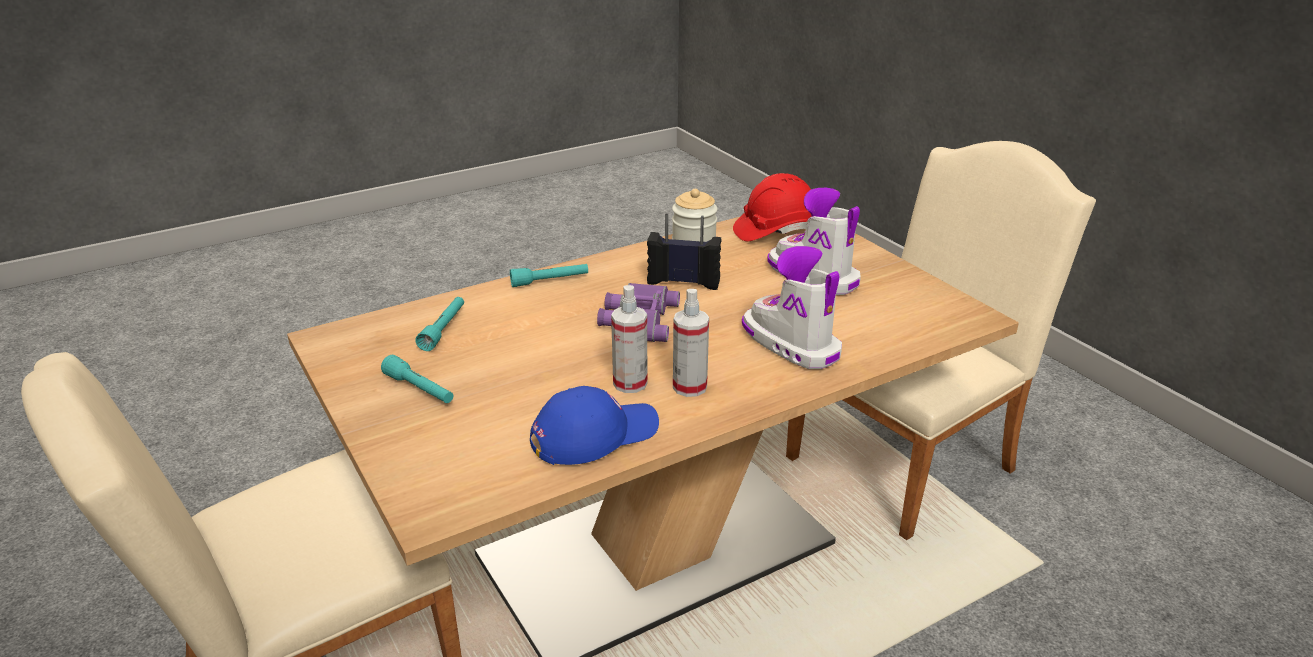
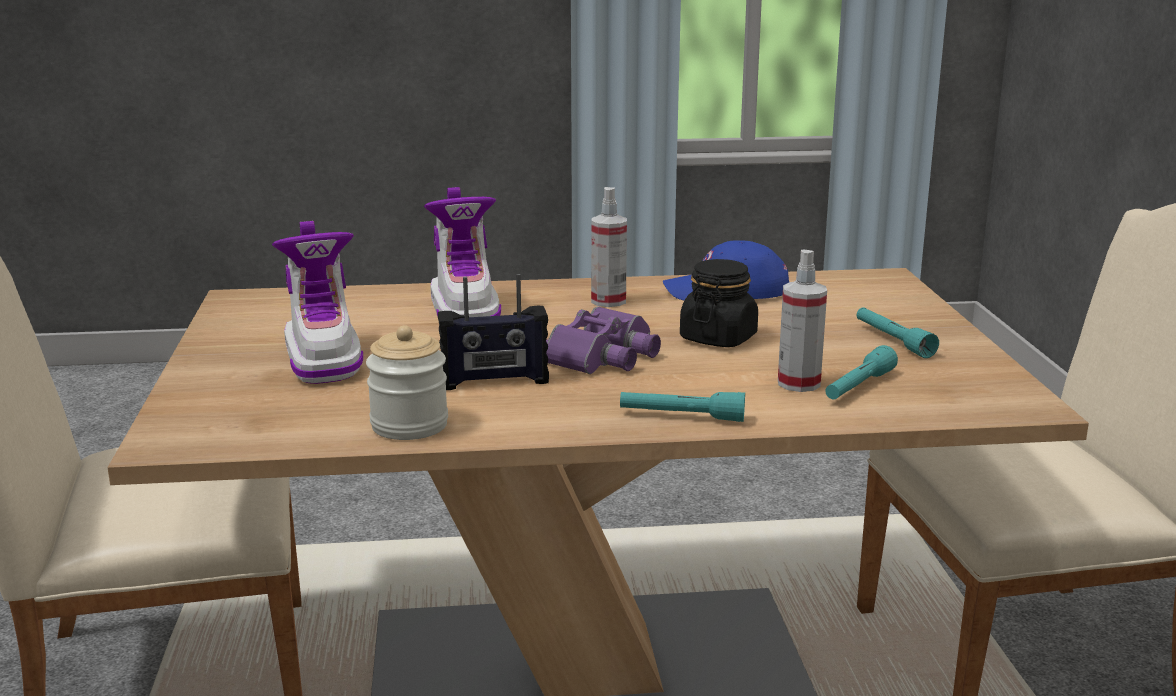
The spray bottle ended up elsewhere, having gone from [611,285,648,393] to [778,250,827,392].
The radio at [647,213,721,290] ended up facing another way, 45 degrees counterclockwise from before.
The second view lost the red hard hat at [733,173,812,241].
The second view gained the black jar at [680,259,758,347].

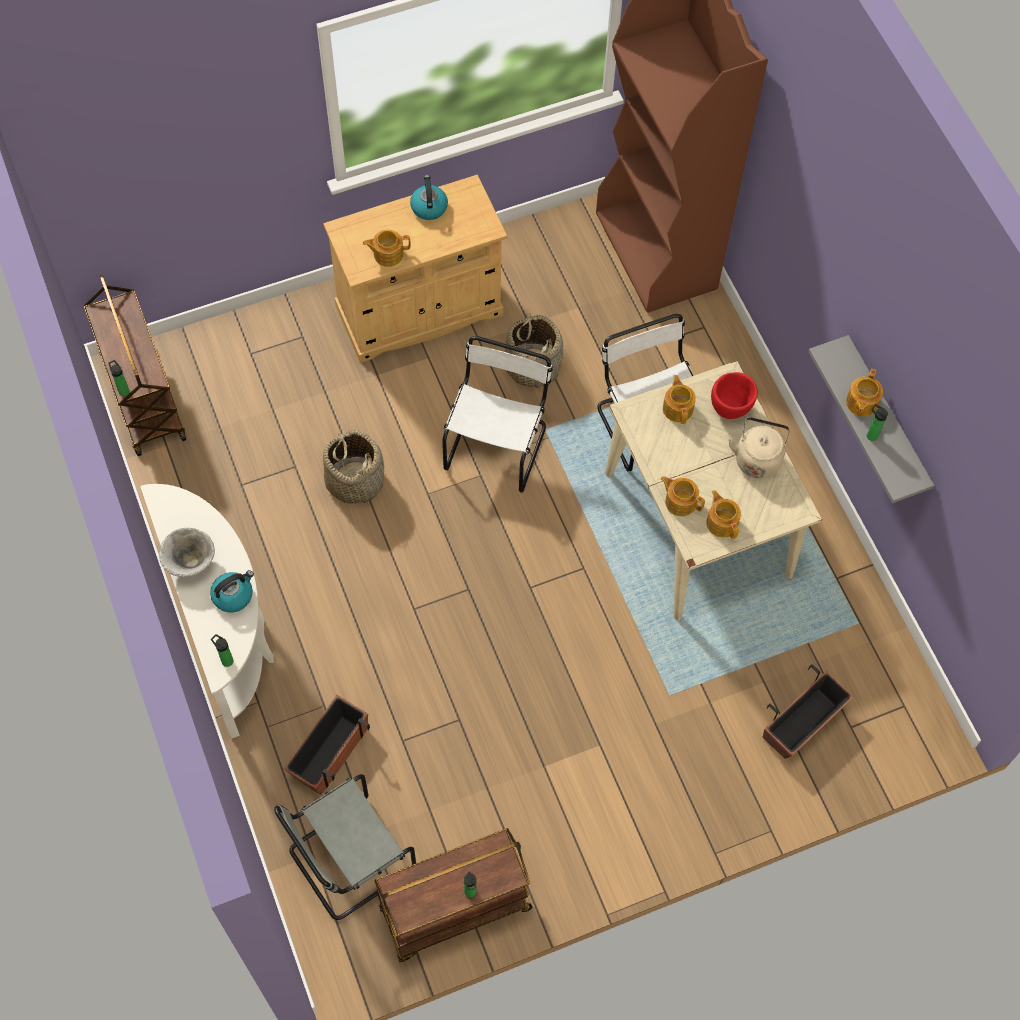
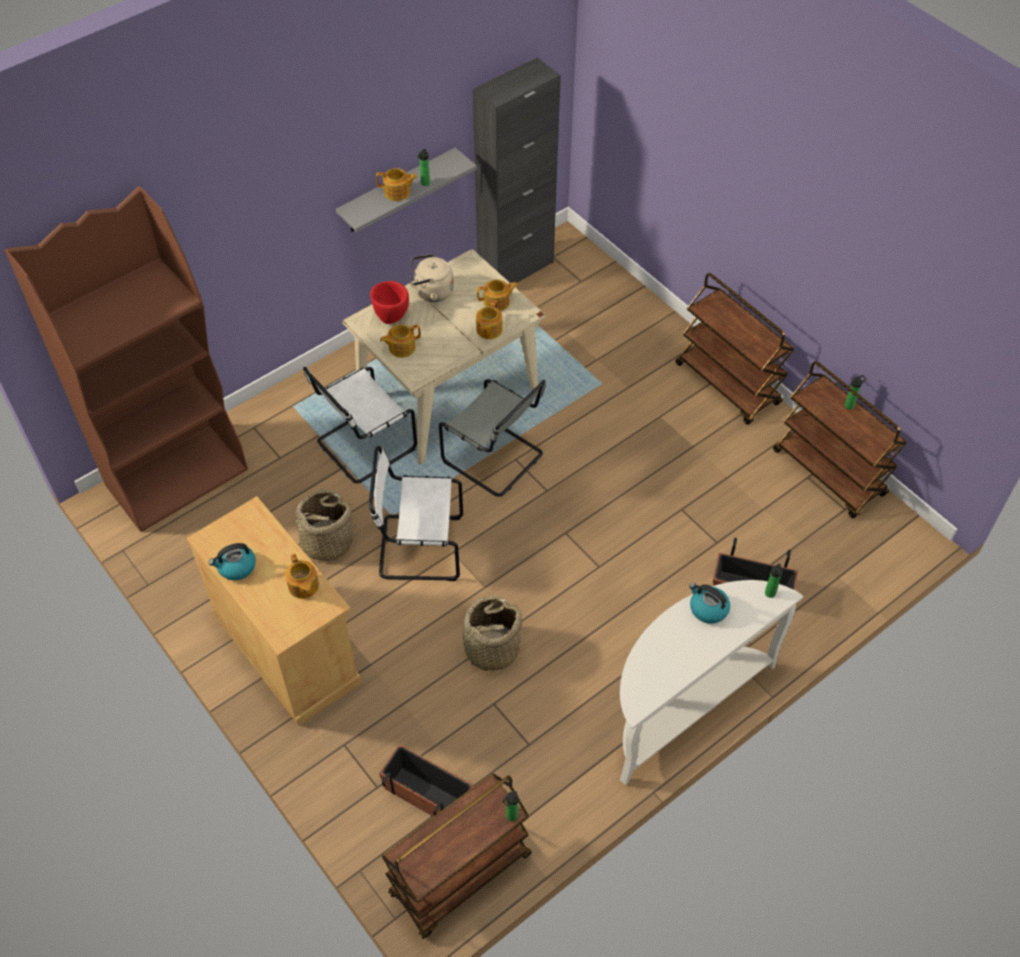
The second view lost the bowl at [159,528,215,577].
The grey chair ended up elsewhere, having gone from [274,774,416,920] to [439,379,546,497].
The teapot at [706,490,741,539] ended up facing another way, 150 degrees counterclockwise from before.
The planter ended up elsewhere, having gone from [763,664,854,759] to [379,744,474,817].
The second view gained the black cabinet at [473,58,561,283].
The second view gained the brown cart at [676,273,794,425].

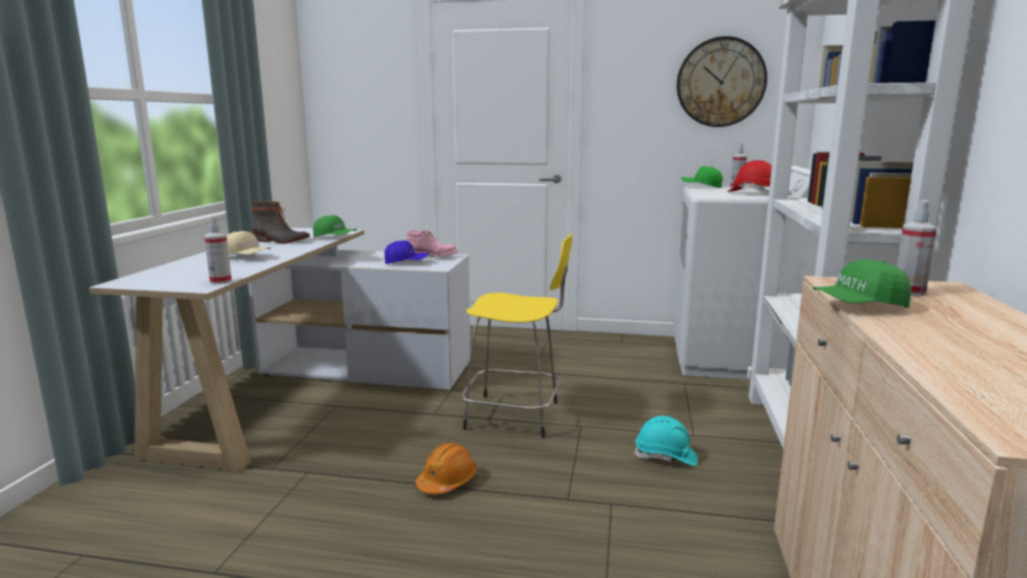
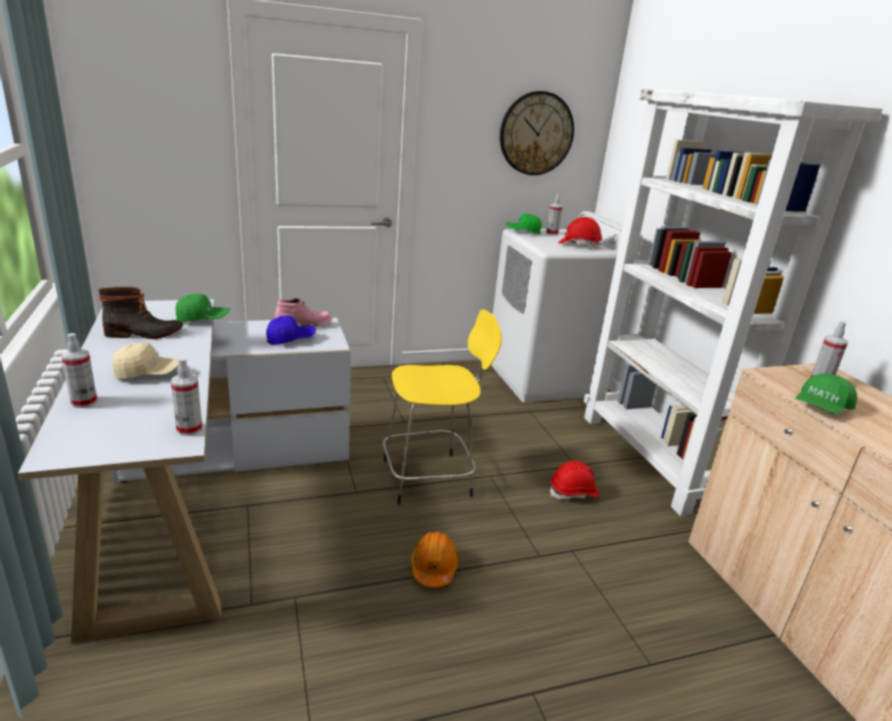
What was the turquoise hard hat at [634,416,698,466] turned into the red hard hat at [550,461,600,499].
The second view gained the spray bottle at [61,333,97,408].

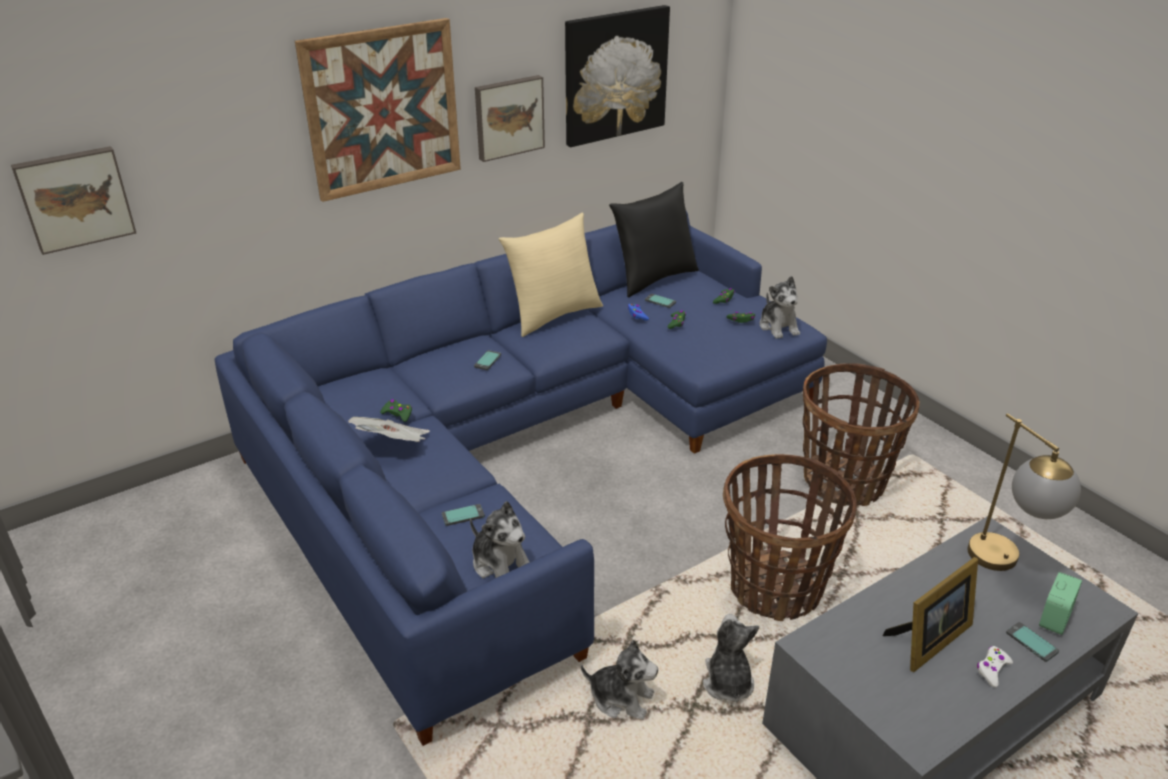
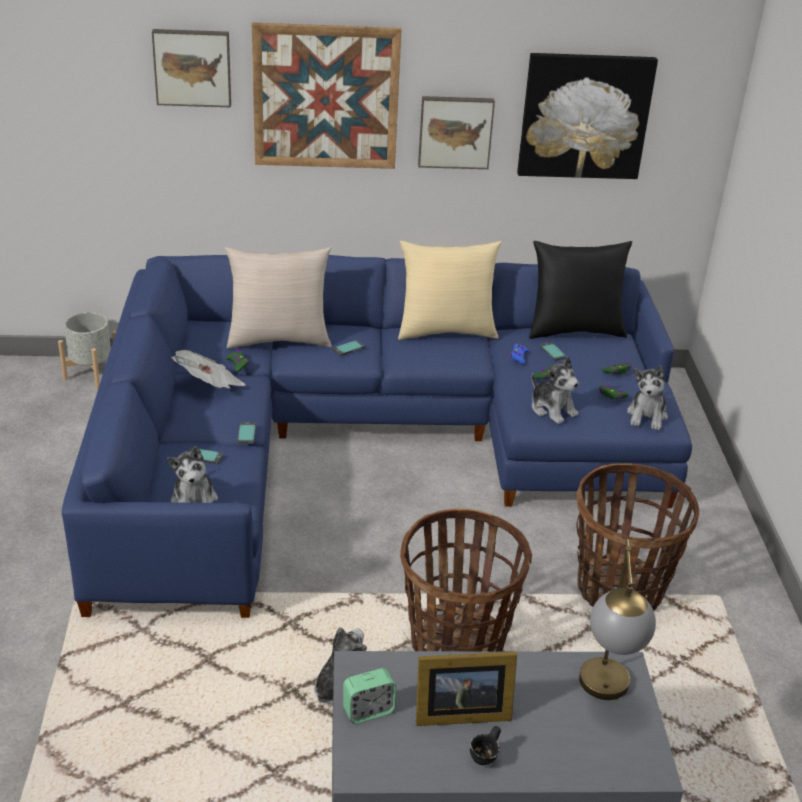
The picture ended up elsewhere, having gone from [11,146,136,255] to [152,29,231,107].
The plush toy ended up elsewhere, having gone from [581,640,658,720] to [532,357,579,424].
Where the white game controller stood at [977,646,1013,687], the black mug came to stand at [470,726,501,765].
The phone ended up elsewhere, having gone from [1006,622,1059,662] to [237,422,256,444].
The alarm clock ended up elsewhere, having gone from [1039,572,1082,635] to [343,668,396,724].
The second view gained the grey planter at [58,312,116,389].
The second view gained the beige pillow at [225,247,332,348].

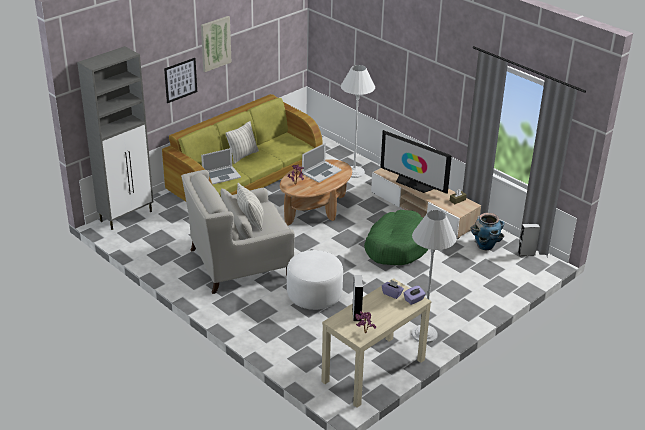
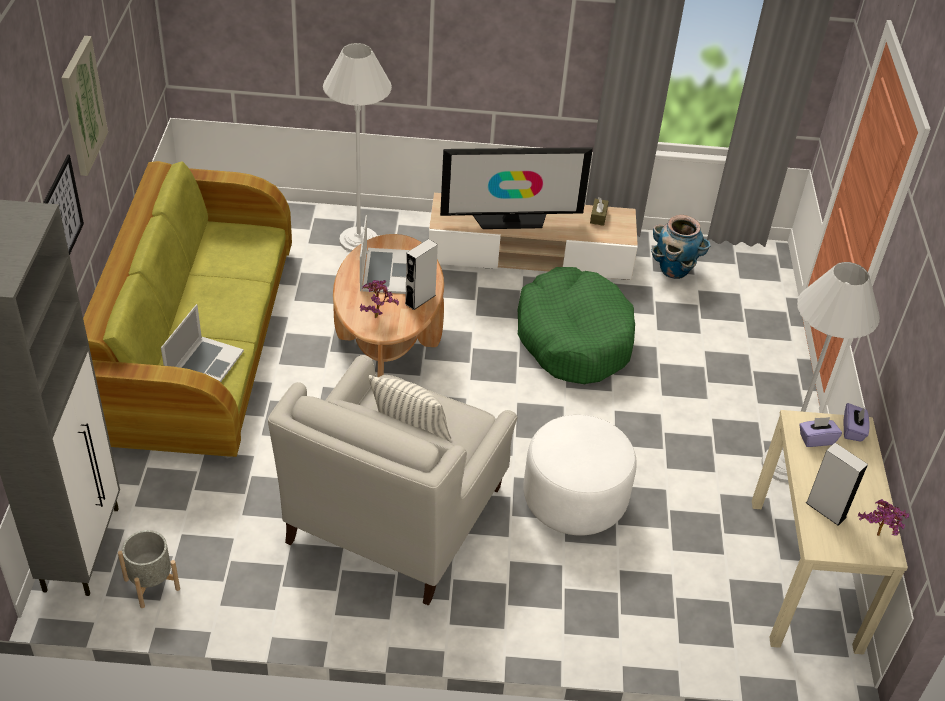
The second view lost the pillow at [226,121,259,164].
The grey speaker ended up elsewhere, having gone from [518,224,540,256] to [405,239,438,310].
The second view gained the grey planter at [118,530,180,608].

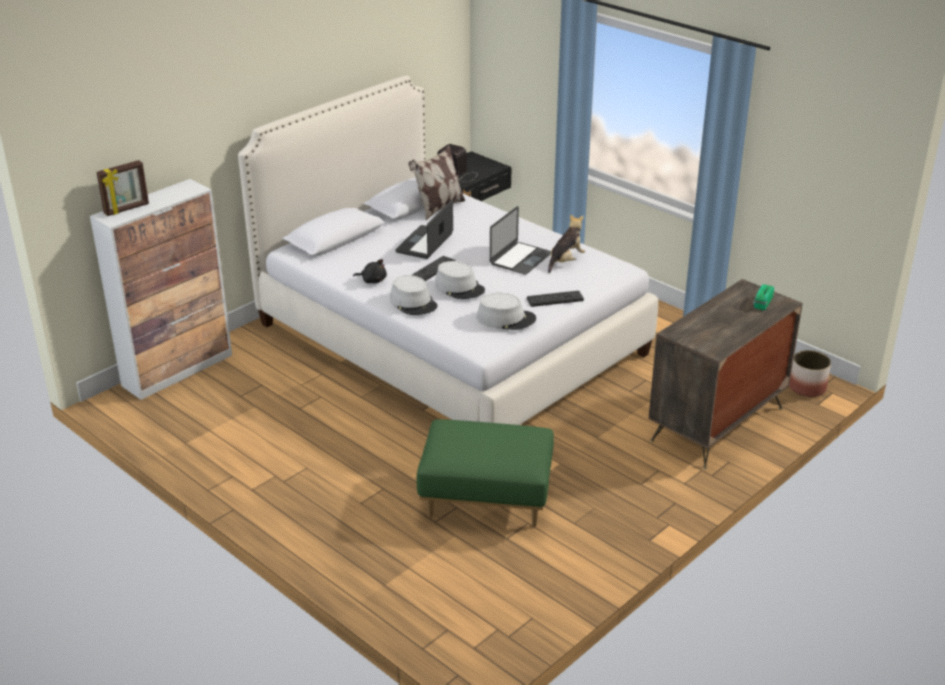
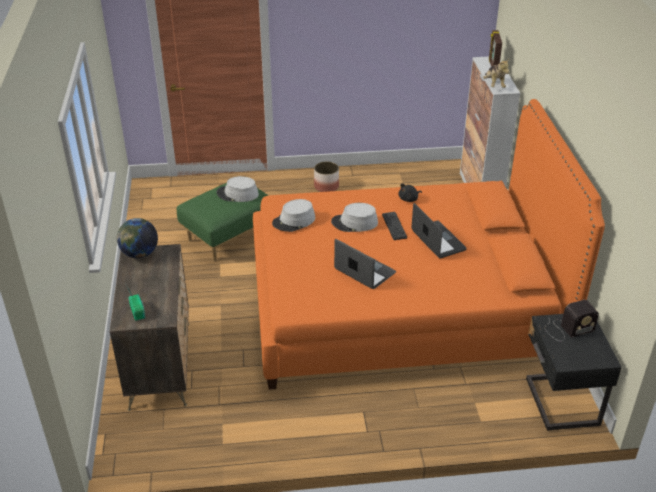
What was the white bed at [238,75,658,425] turned into the orange bed at [253,99,605,390].
The grey hat ended up elsewhere, having gone from [390,275,438,315] to [217,176,259,202].
The second view lost the pillow at [408,146,465,221].
The laptop at [490,206,551,275] ended up facing another way, 150 degrees clockwise from before.
The second view lost the keyboard at [527,291,584,307].
The plush toy ended up elsewhere, having gone from [548,214,585,273] to [483,59,509,88].
The planter ended up elsewhere, having gone from [789,350,831,397] to [314,161,339,192].
The second view gained the globe at [117,218,158,258].

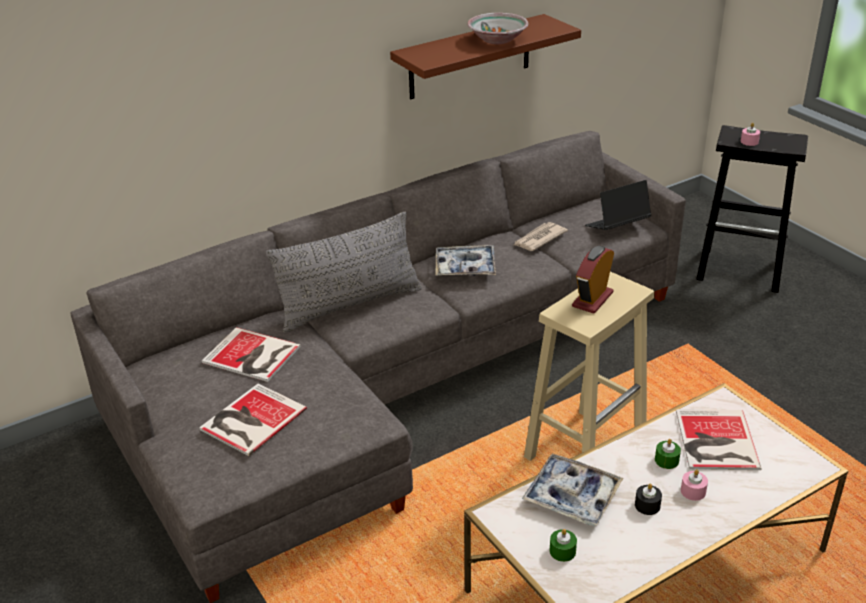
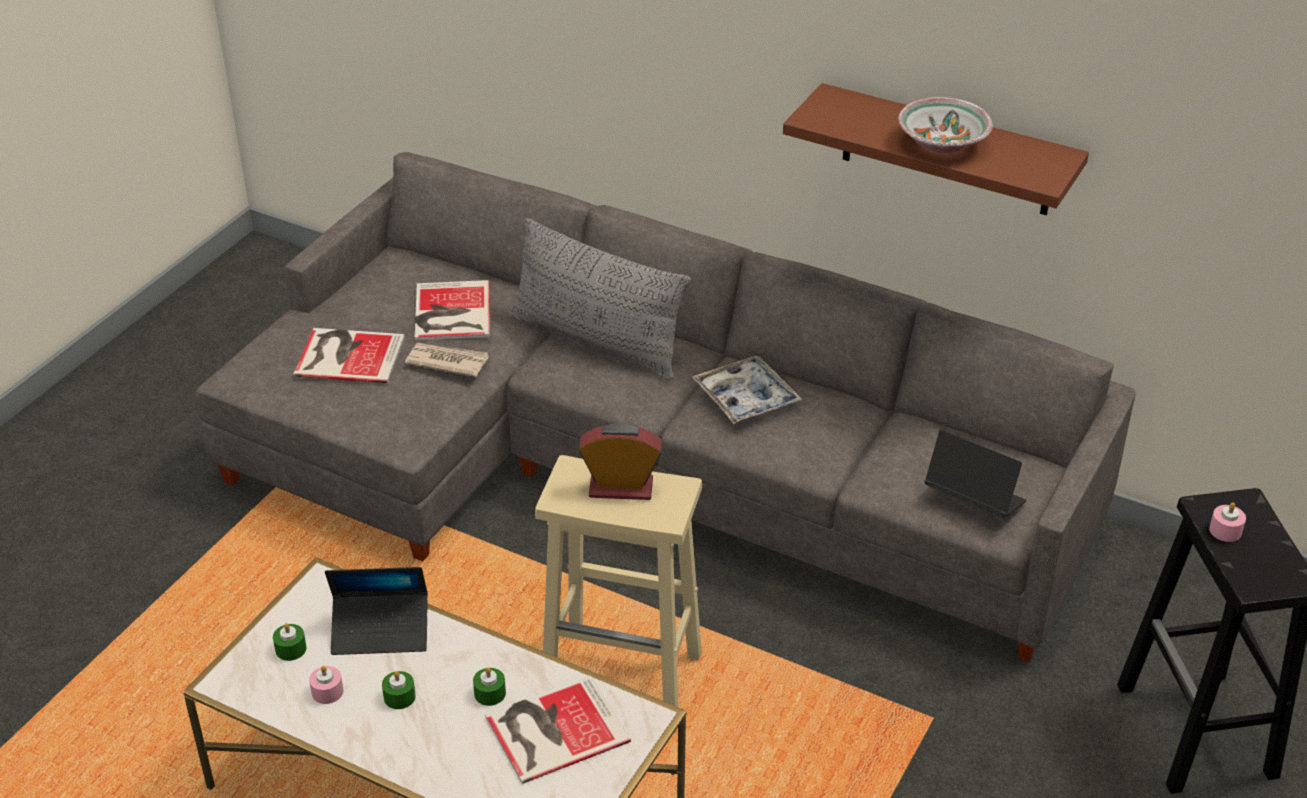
The newspaper ended up elsewhere, having gone from [514,222,568,251] to [405,343,489,377].
Where the tray stood at [522,454,623,526], the laptop came to stand at [325,567,428,655].
What was the black candle at [635,484,662,515] turned into the green candle at [382,671,416,709].
The pink candle ended up elsewhere, having gone from [681,470,708,501] to [309,666,343,704].

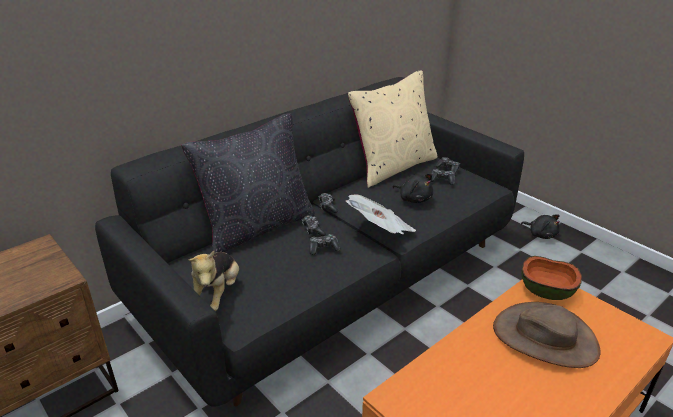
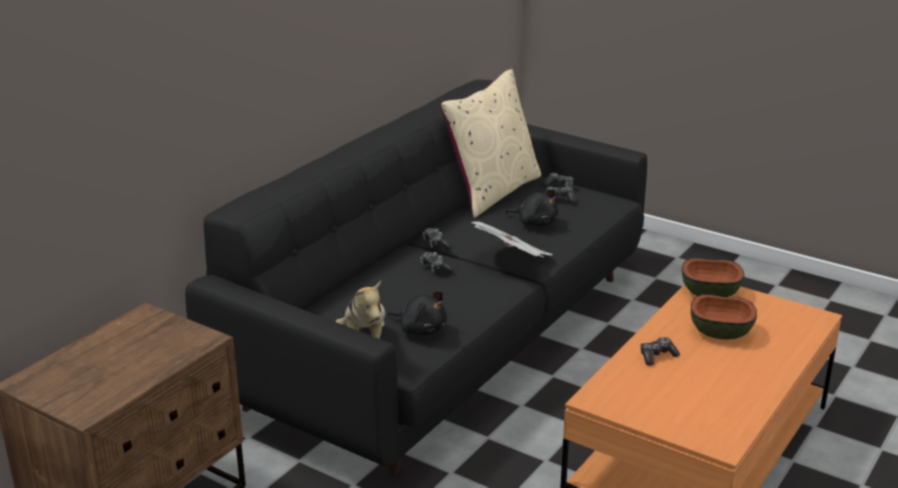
The second view lost the black pillow at [181,113,315,253].
The game controller ended up elsewhere, having gone from [309,234,341,255] to [640,337,680,366].
Where the brown hat stood at [493,302,600,368], the bowl came to stand at [691,294,757,340].
The black plush toy ended up elsewhere, having gone from [521,214,560,239] to [388,291,447,335].

